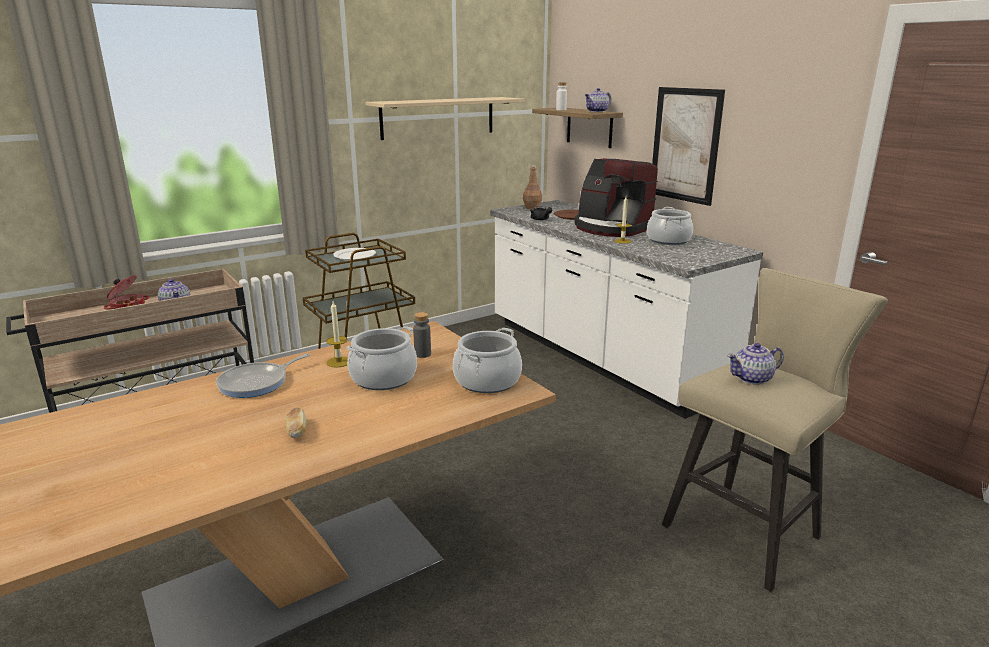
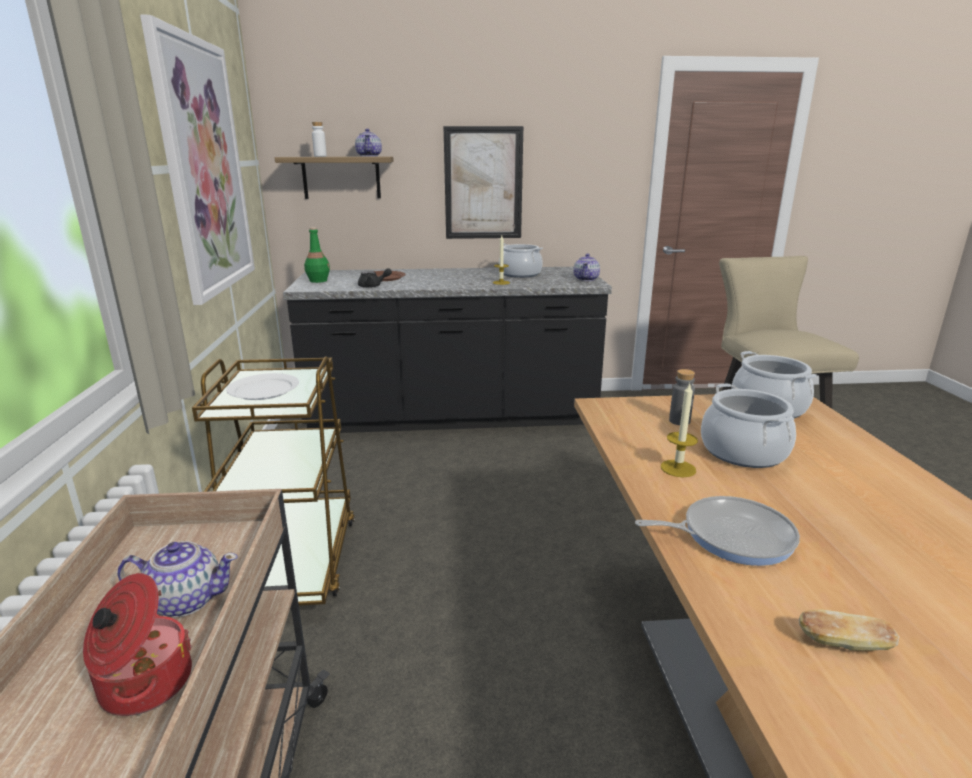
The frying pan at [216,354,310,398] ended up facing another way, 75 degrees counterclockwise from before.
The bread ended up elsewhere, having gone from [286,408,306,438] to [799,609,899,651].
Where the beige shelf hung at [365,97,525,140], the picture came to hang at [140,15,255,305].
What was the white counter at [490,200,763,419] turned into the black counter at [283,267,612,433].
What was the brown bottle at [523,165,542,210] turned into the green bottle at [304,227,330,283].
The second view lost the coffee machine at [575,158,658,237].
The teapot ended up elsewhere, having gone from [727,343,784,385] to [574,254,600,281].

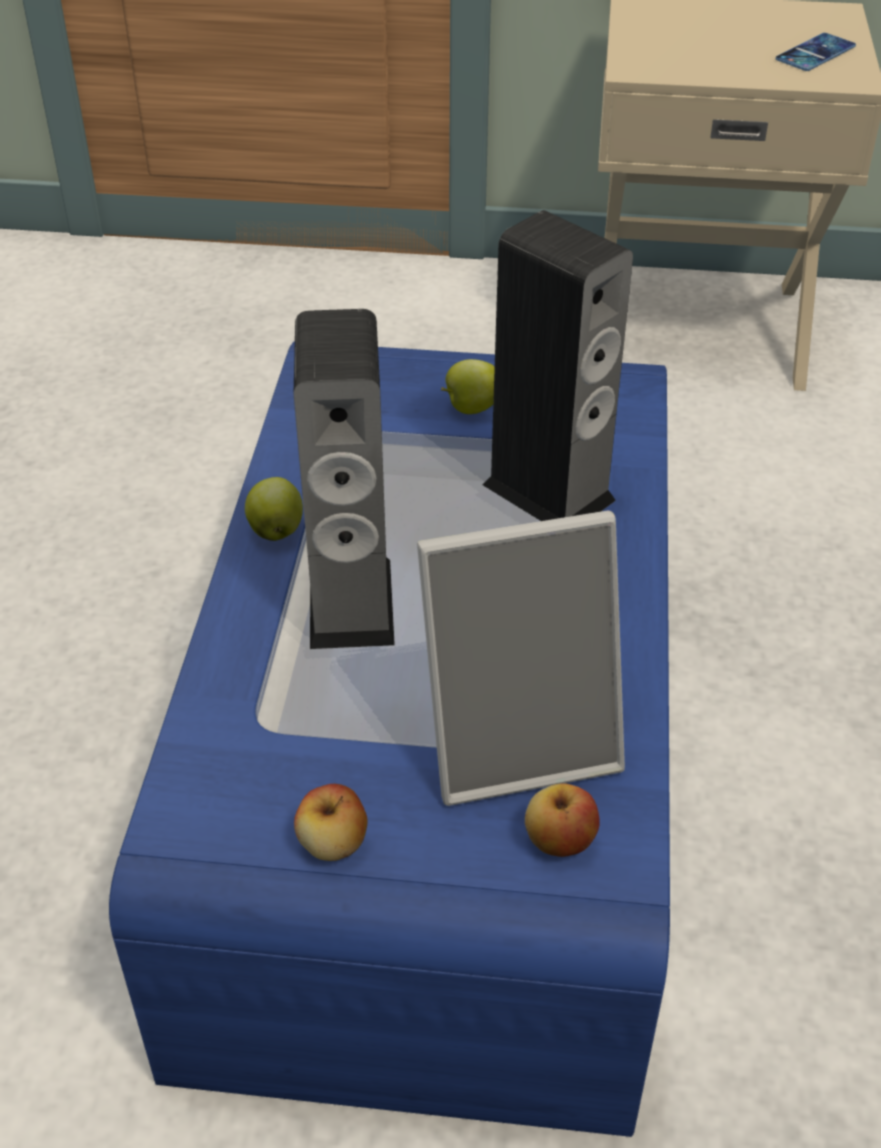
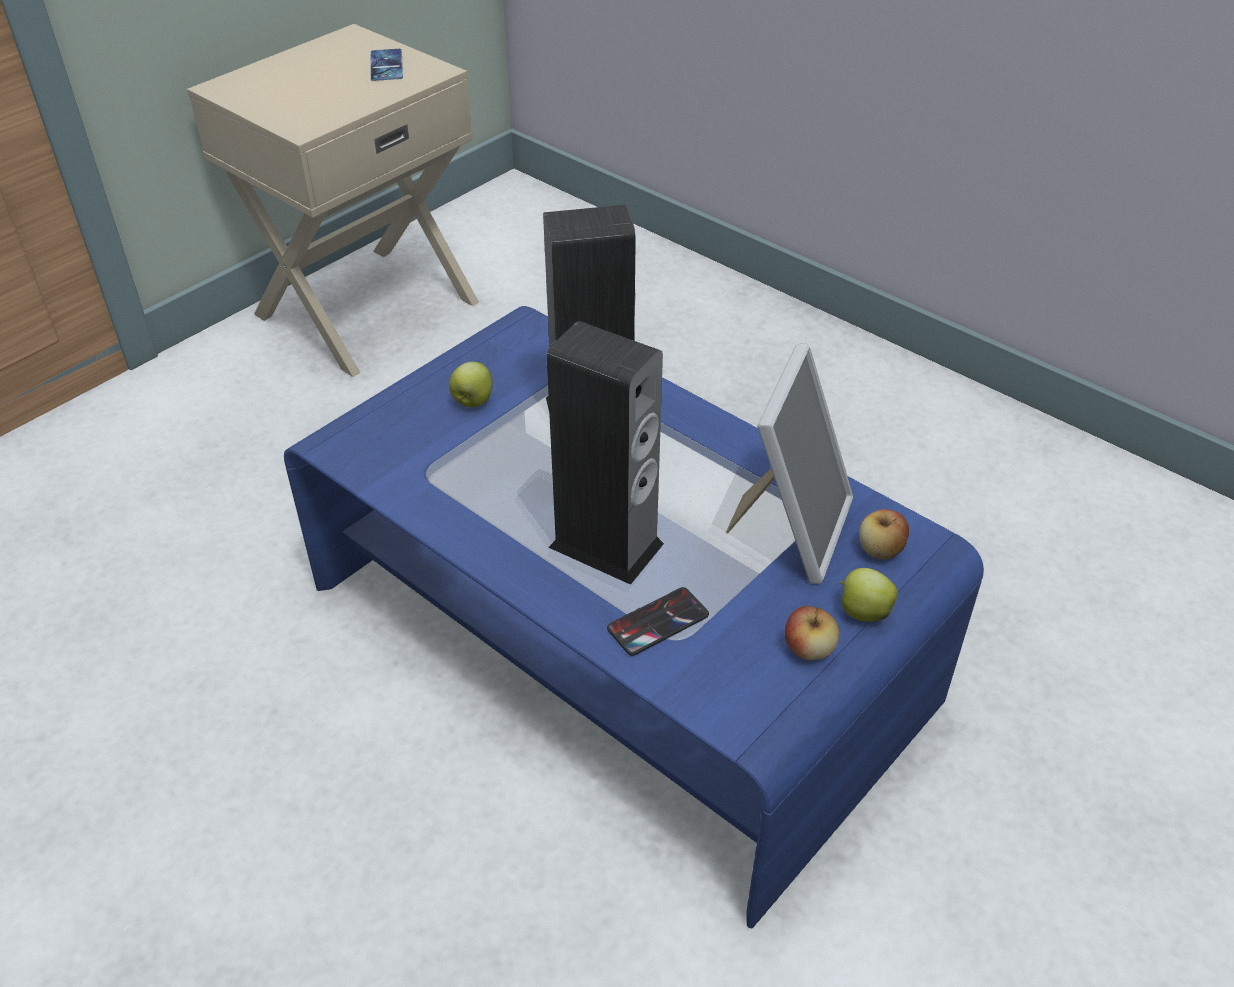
The apple ended up elsewhere, having gone from [245,477,303,541] to [839,568,898,622].
The second view gained the phone at [607,587,709,656].

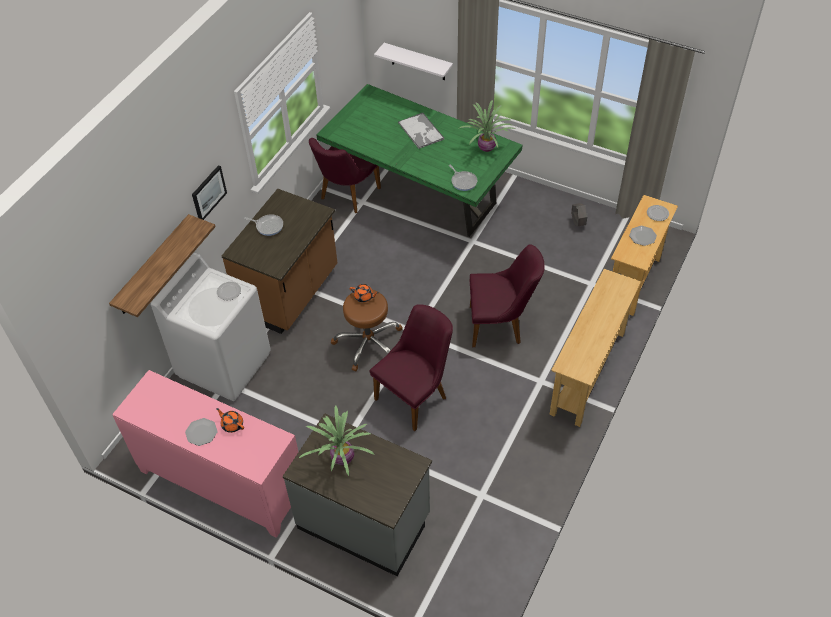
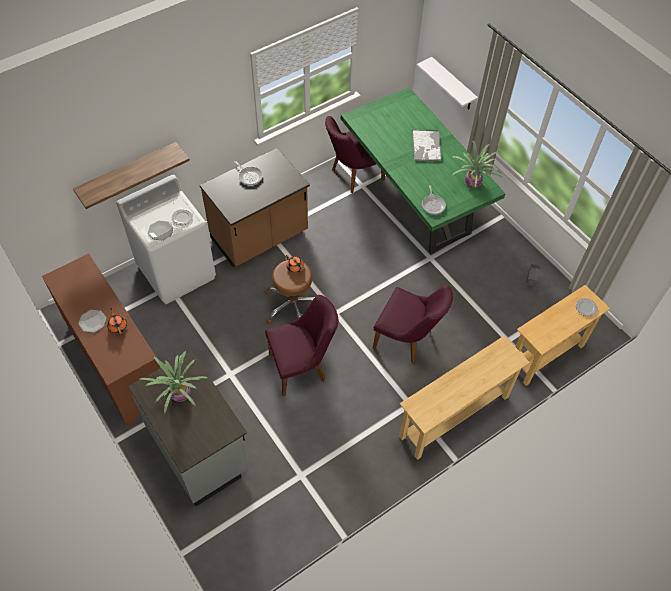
What was the pink cabinet at [112,370,298,538] turned into the brown cabinet at [42,253,160,428].
The second view lost the picture at [192,165,227,220].
The plate ended up elsewhere, having gone from [629,226,657,246] to [148,221,173,240].

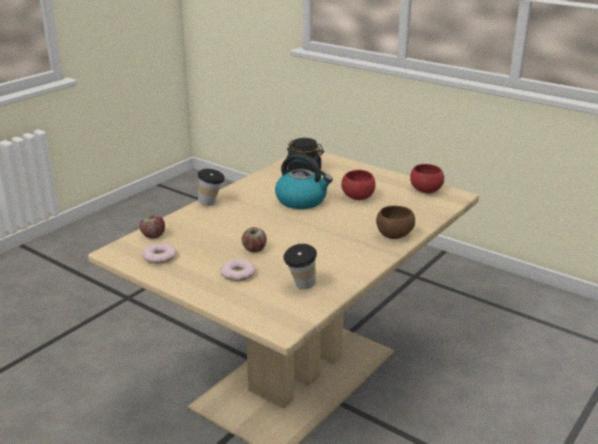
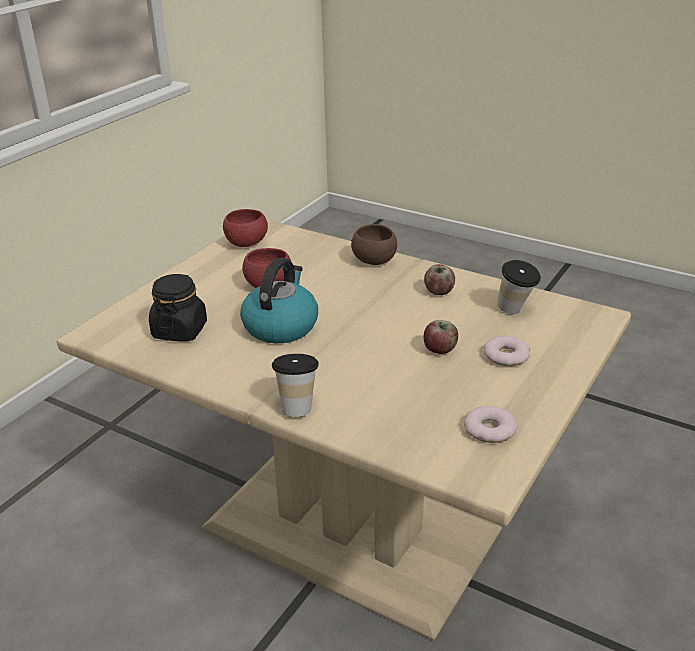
The apple ended up elsewhere, having gone from [139,215,165,239] to [424,264,455,295].

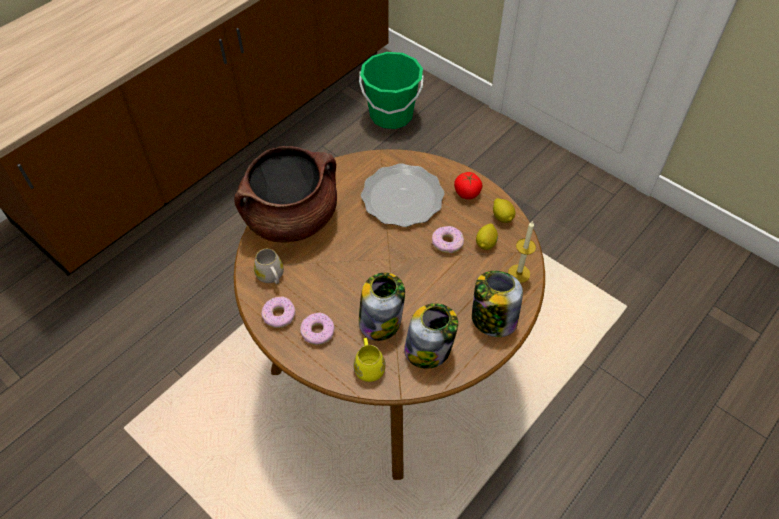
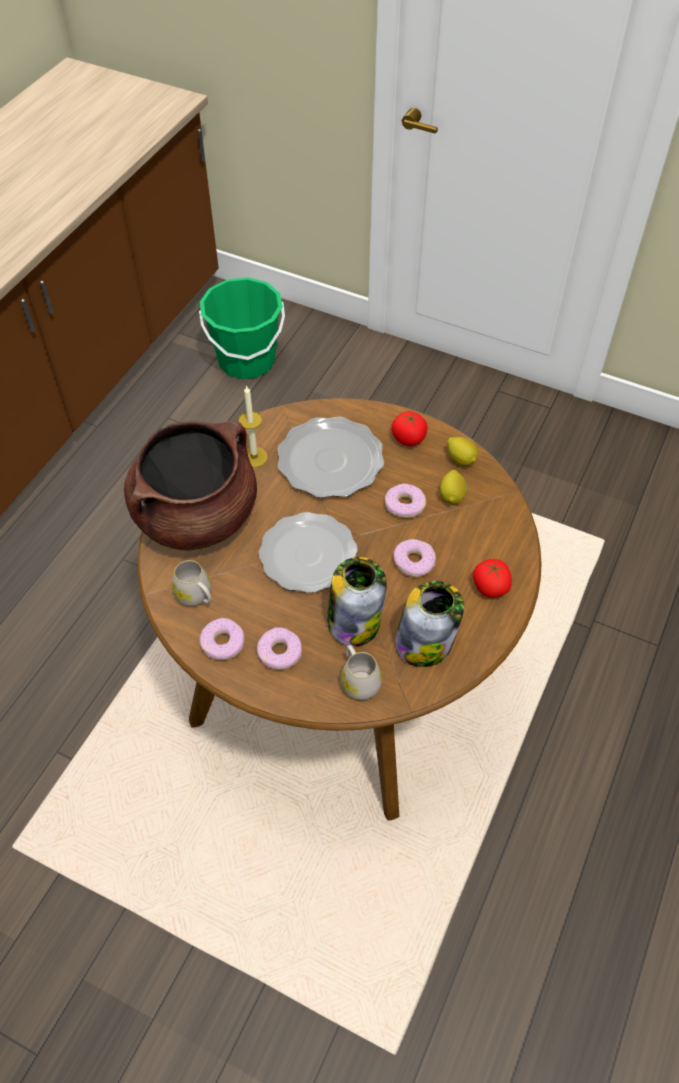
What was the yellow mug at [353,338,386,382] turned into the white mug at [341,645,382,700].
Where the jar stood at [472,271,523,337], the tomato came to stand at [473,559,512,598].
The candle ended up elsewhere, having gone from [508,221,536,283] to [239,385,268,467].
The second view gained the plate at [259,512,358,593].
The second view gained the donut at [393,539,436,577].

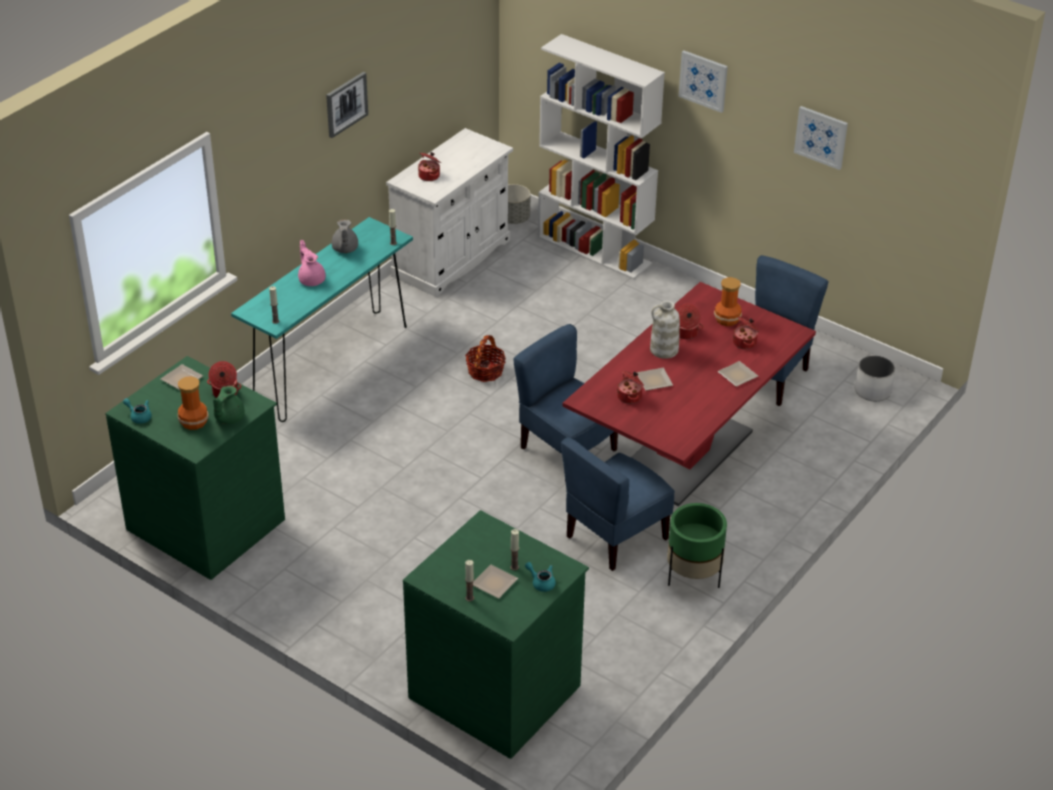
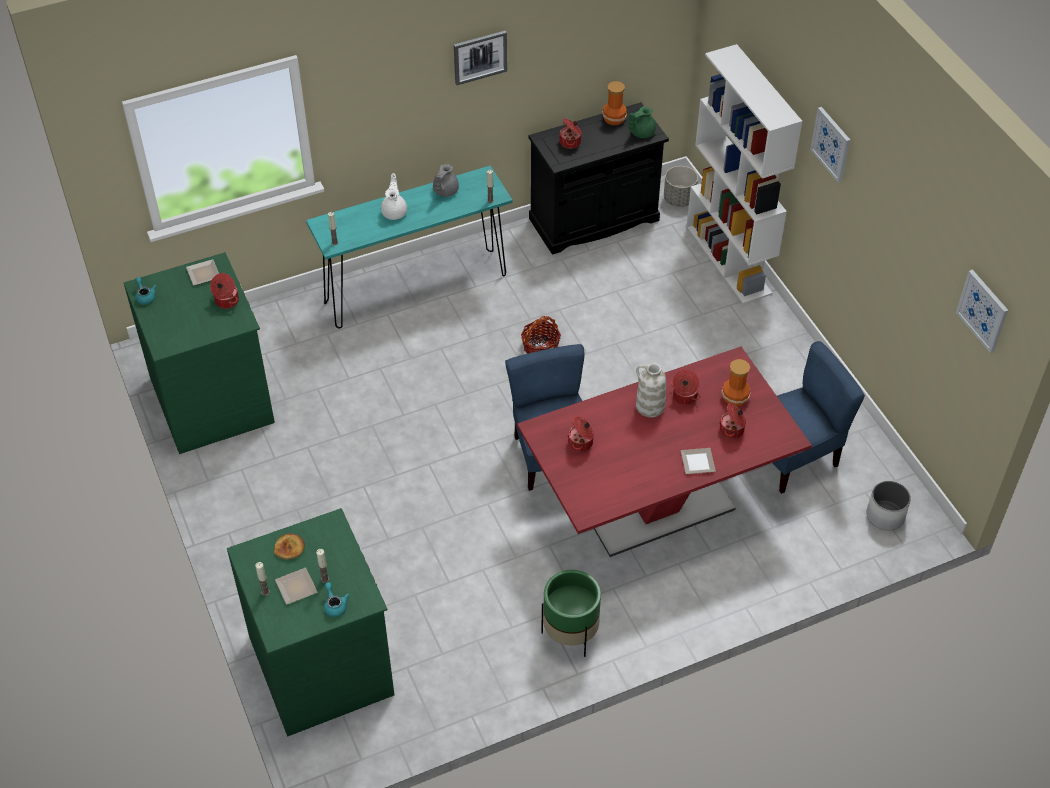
The vase ended up elsewhere, having gone from [178,376,208,430] to [602,81,627,125].
The green teapot ended up elsewhere, having gone from [213,385,245,424] to [628,106,656,138].
What was the pink teapot at [298,240,326,286] turned into the white teapot at [381,173,407,220].
What was the white cabinet at [386,128,513,297] turned into the black cabinet at [528,102,669,255].
The second view lost the blue chair at [561,437,675,571].
The second view lost the plate at [636,368,673,391].
The picture ended up elsewhere, having gone from [794,106,848,170] to [956,269,1008,353].
The second view gained the bread at [274,533,305,560].

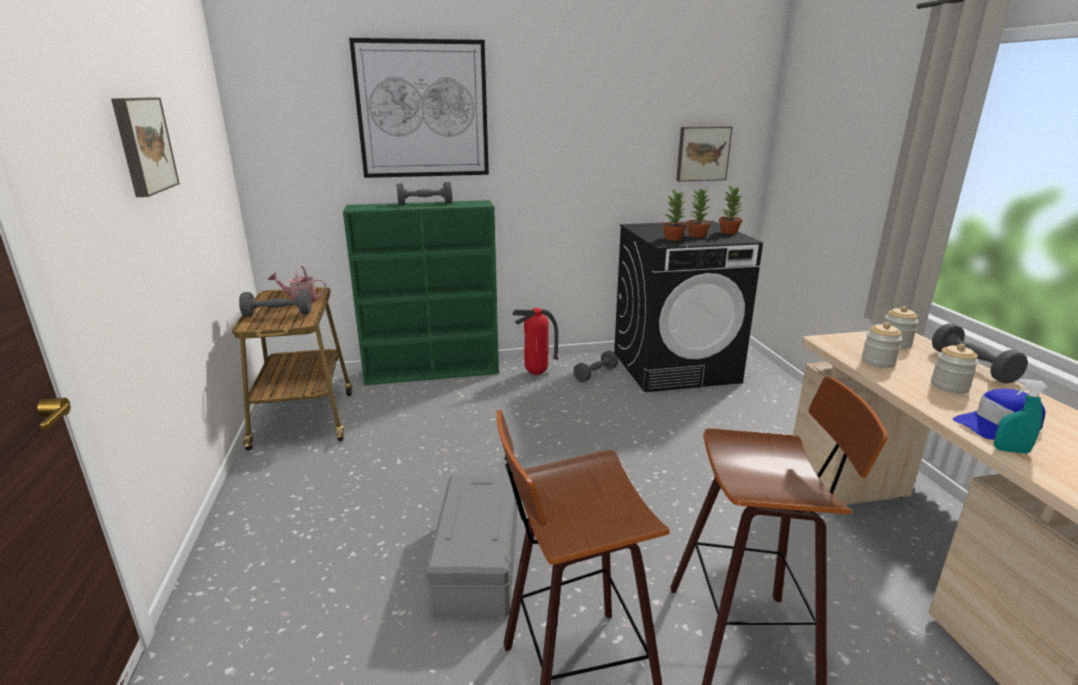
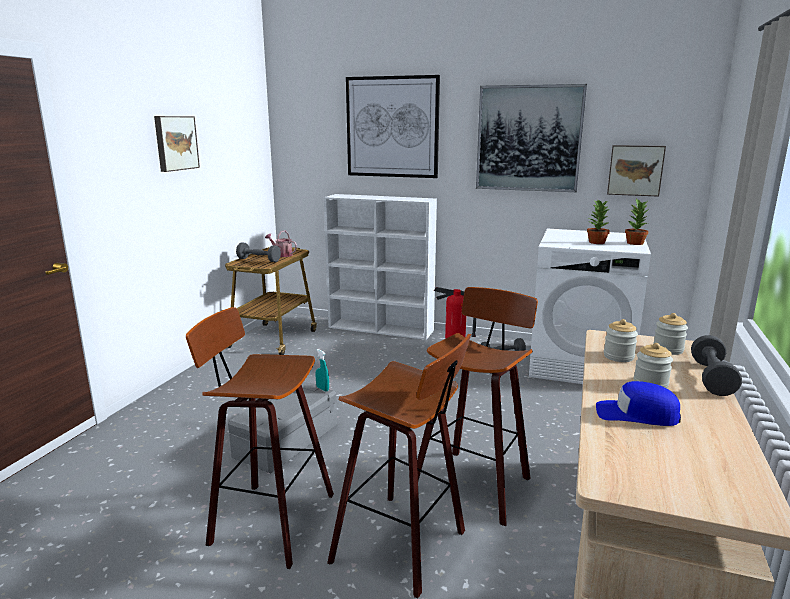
What was the green bookcase at [343,200,499,385] turned into the white bookcase at [324,194,437,340].
The second view lost the grey dumbbell at [397,182,452,205].
What was the black washing machine at [614,221,763,392] turned into the white washing machine at [529,228,651,384].
The second view lost the potted plant at [662,188,687,241].
The turquoise spray bottle ended up elsewhere, having gone from [994,379,1048,454] to [315,349,329,392].
The second view gained the stool at [417,287,538,526].
The second view gained the picture at [476,84,587,192].

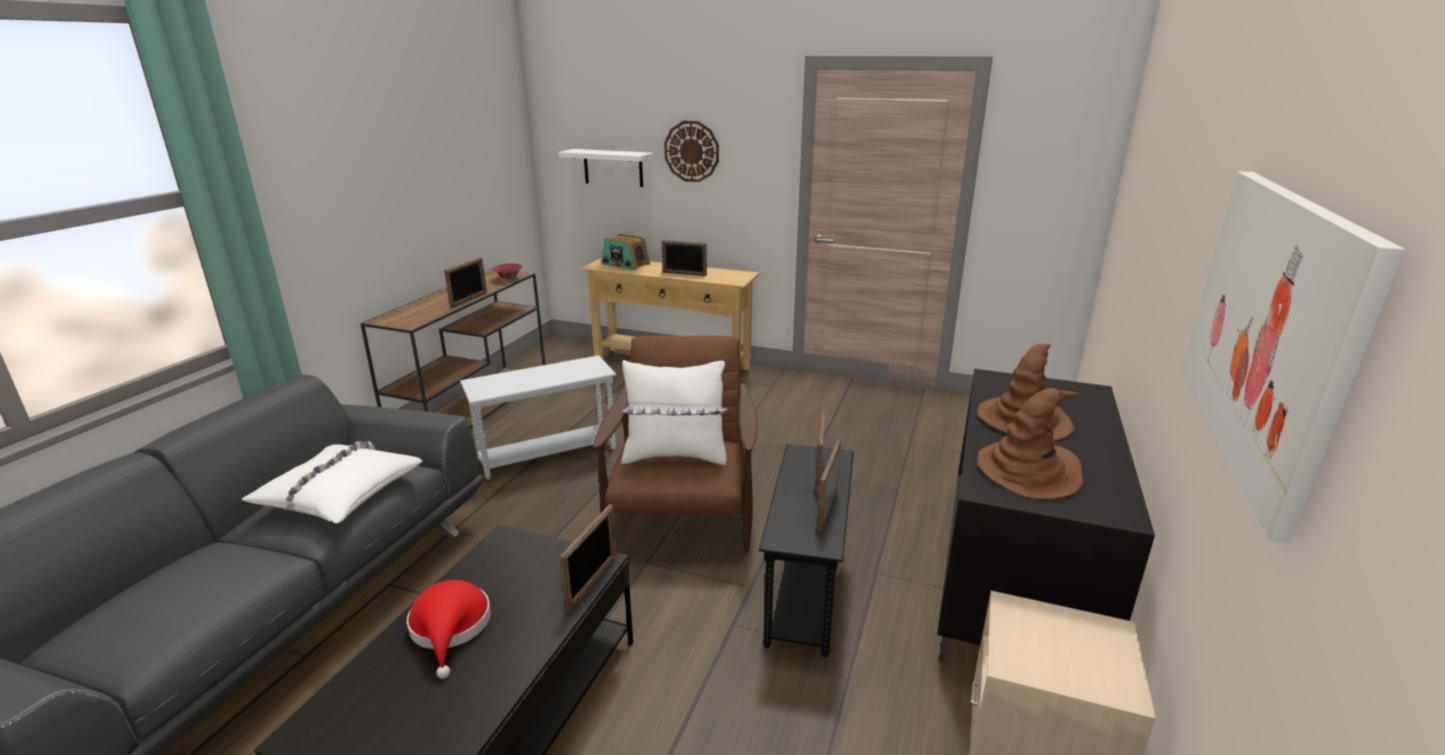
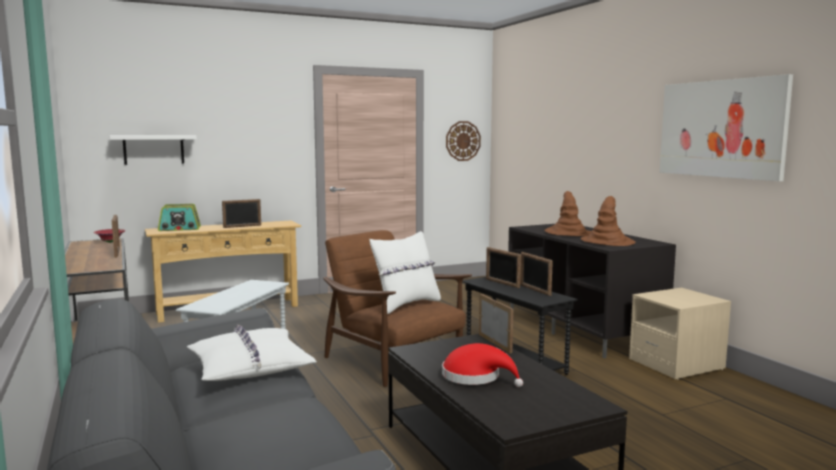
The wall clock ended up elsewhere, having gone from [664,121,719,182] to [446,121,481,161].

